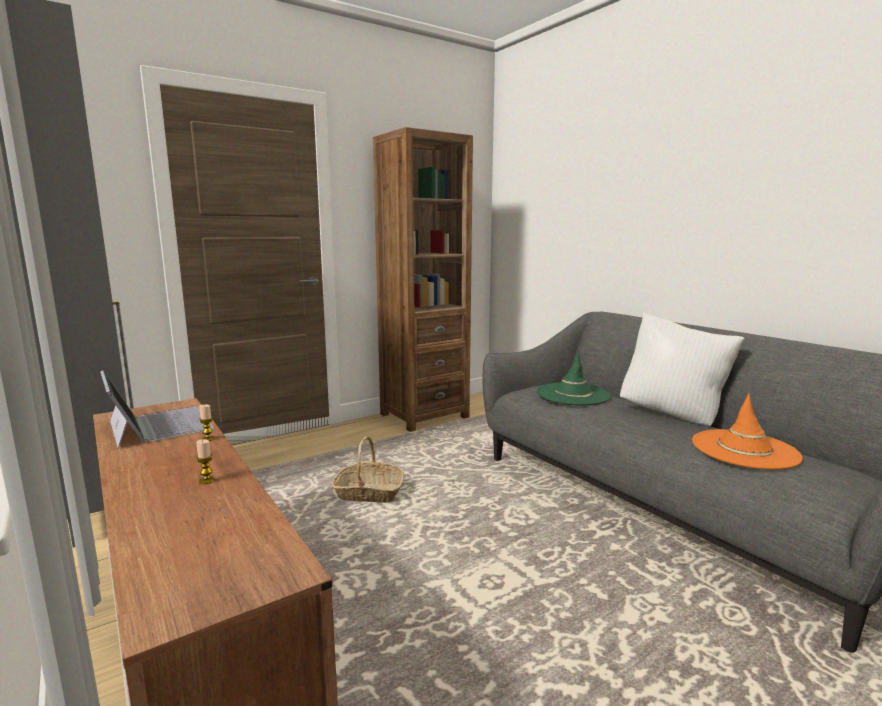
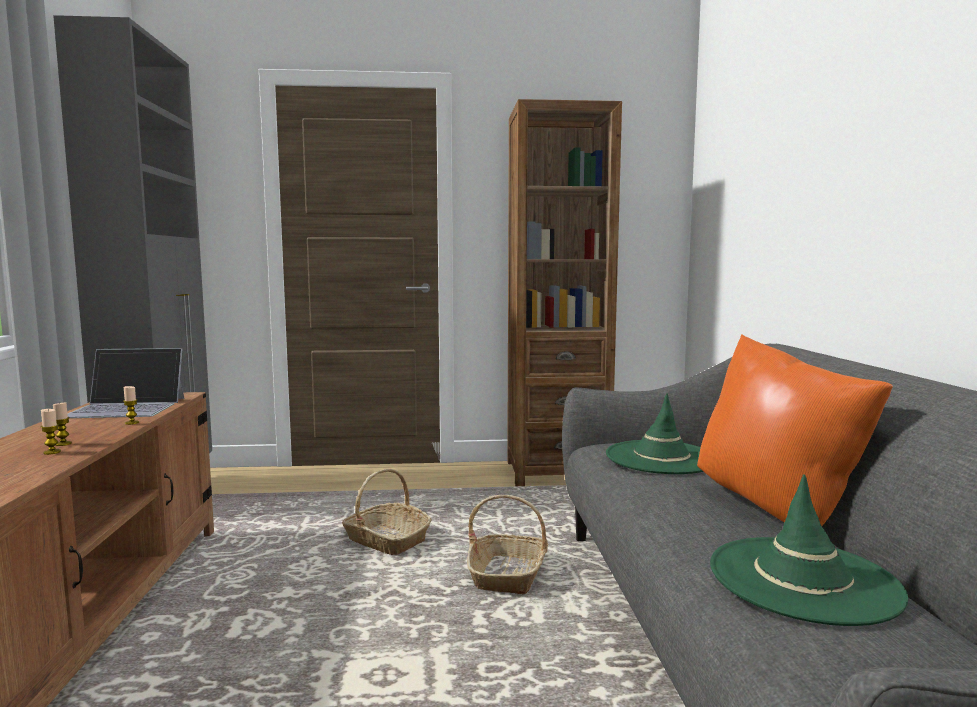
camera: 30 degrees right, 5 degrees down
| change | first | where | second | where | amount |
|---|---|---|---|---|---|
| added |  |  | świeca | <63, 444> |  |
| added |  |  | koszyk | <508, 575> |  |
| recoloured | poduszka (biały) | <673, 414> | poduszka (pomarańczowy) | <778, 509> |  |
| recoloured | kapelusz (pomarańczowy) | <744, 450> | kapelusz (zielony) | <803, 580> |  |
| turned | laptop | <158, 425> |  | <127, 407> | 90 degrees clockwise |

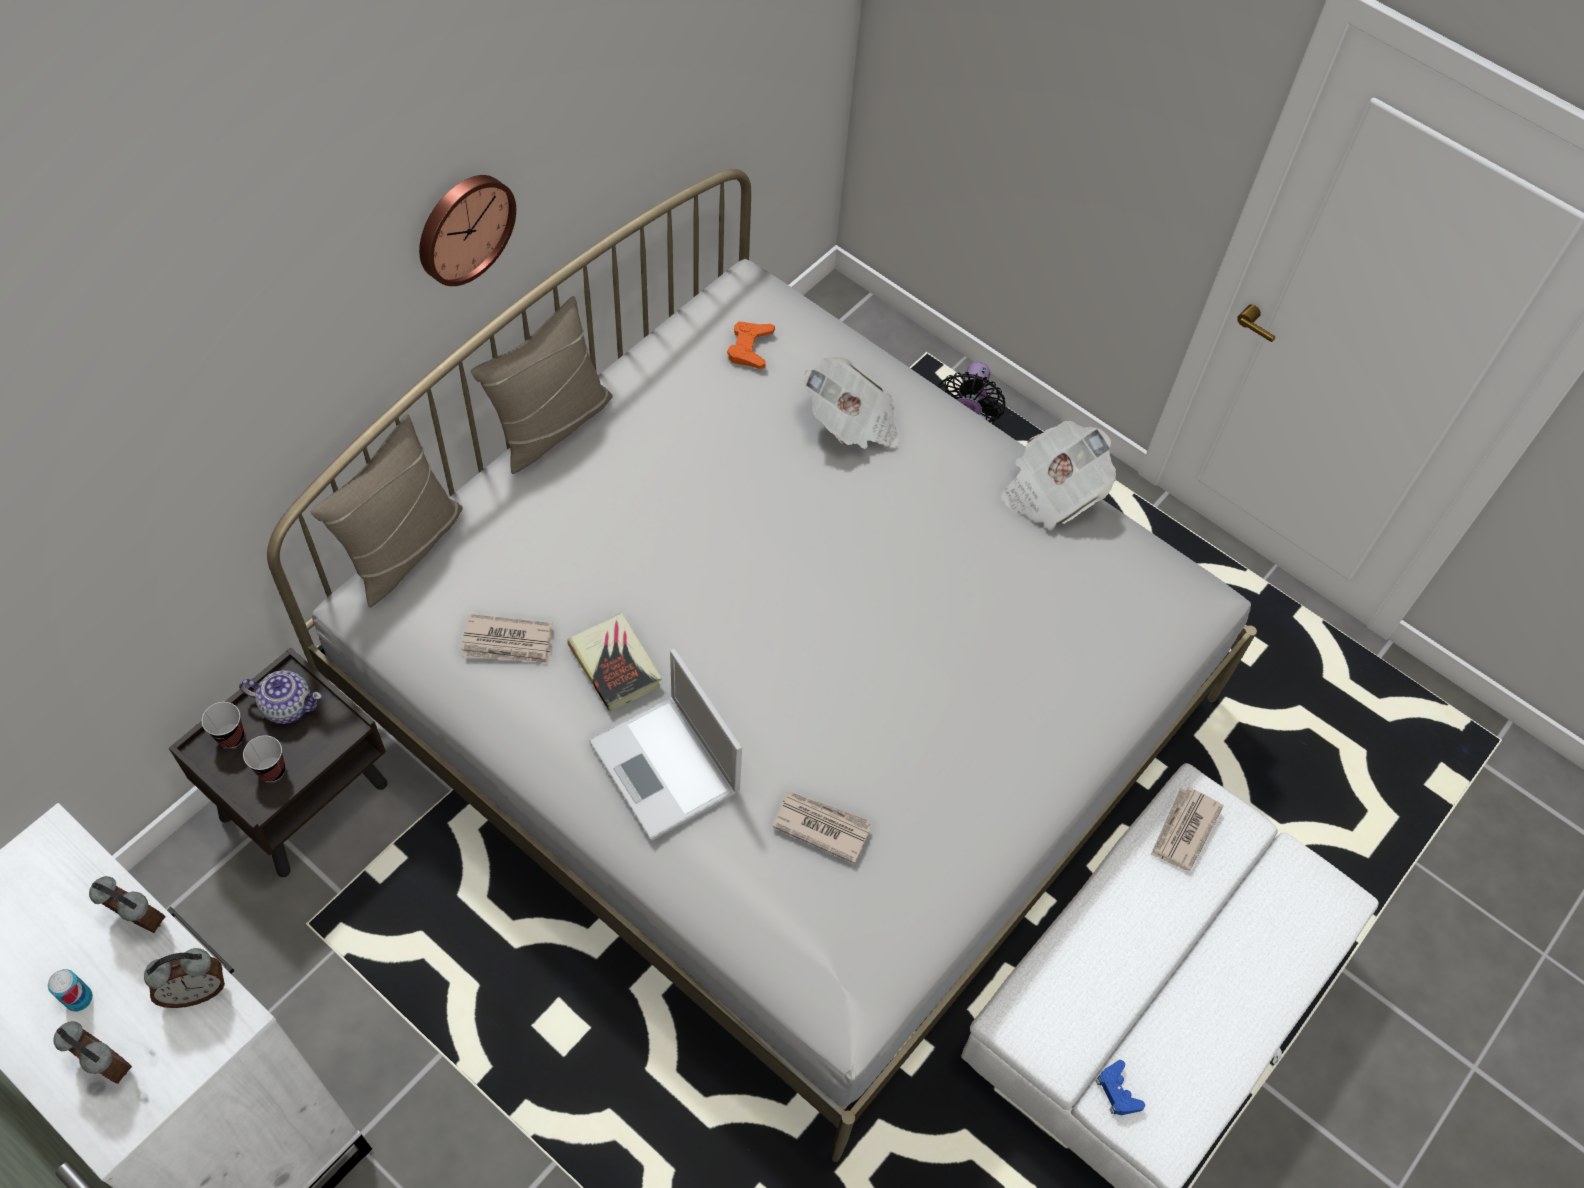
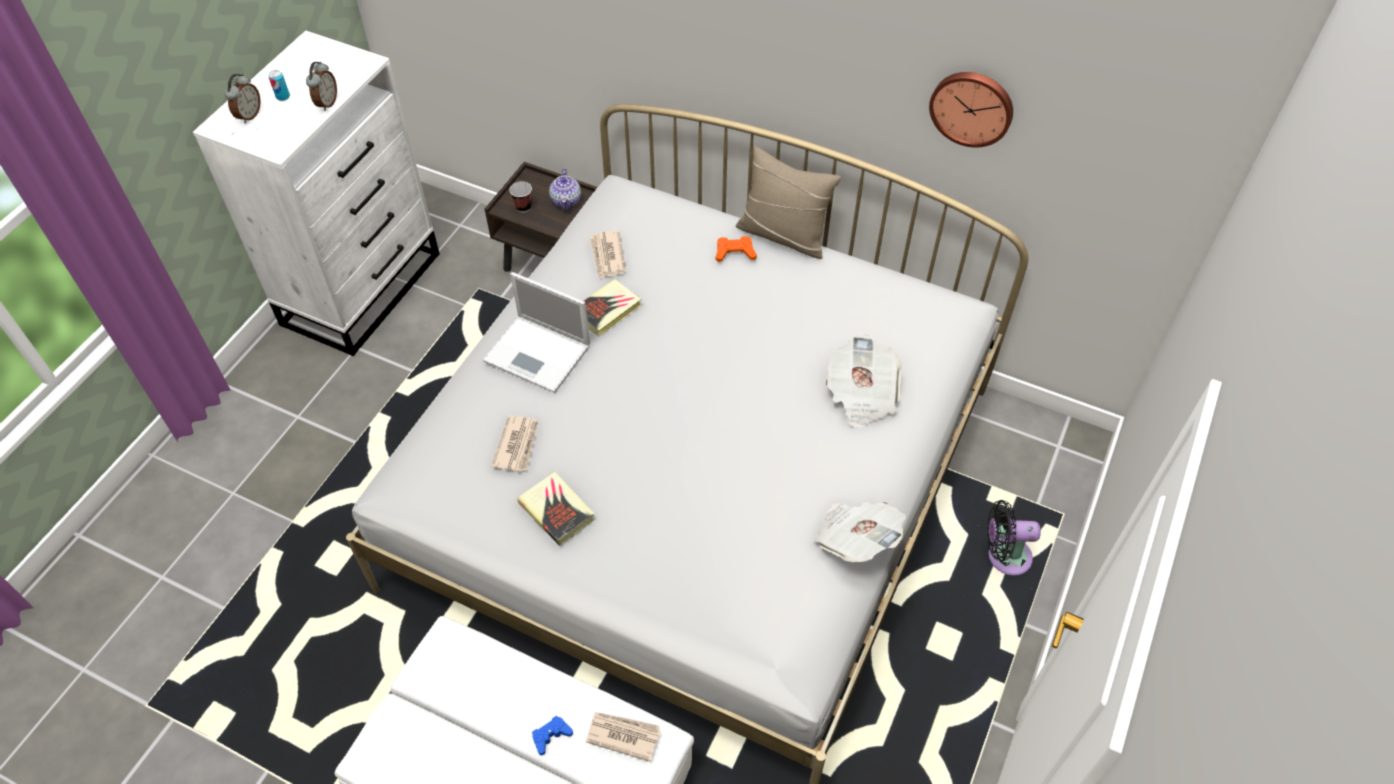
camera: 80 degrees right, 5 degrees down
| change | first | where | second | where | amount |
|---|---|---|---|---|---|
| removed | budzik | <195, 990> |  |  |  |
| removed | filiżanka | <231, 737> |  |  |  |
| removed | poduszka (beżowy) | <402, 548> |  |  |  |
| added |  |  | książka | <556, 511> |  |
| moved | zegar ścienny | <463, 227> |  | <972, 107> |  |
| moved | pad do gier (pomarańczowy) | <750, 348> |  | <734, 252> |  |
| moved | pad do gier (niebieski) | <1117, 1091> |  | <551, 736> |  |
| turned | laptop | <666, 769> |  | <539, 354> | 105 degrees counterclockwise |

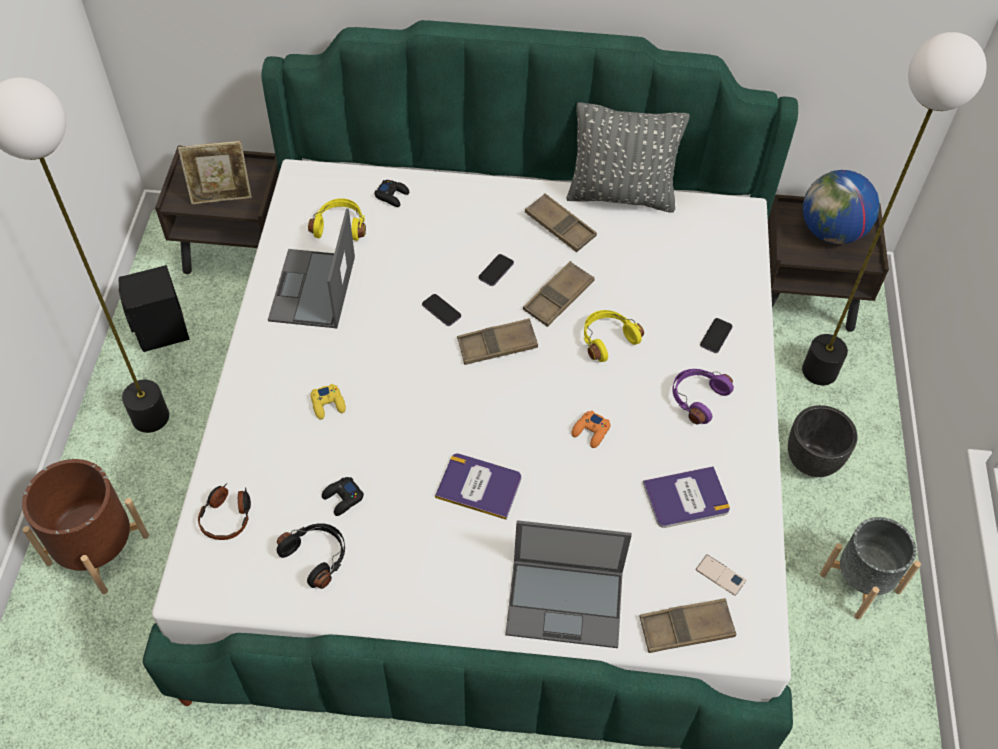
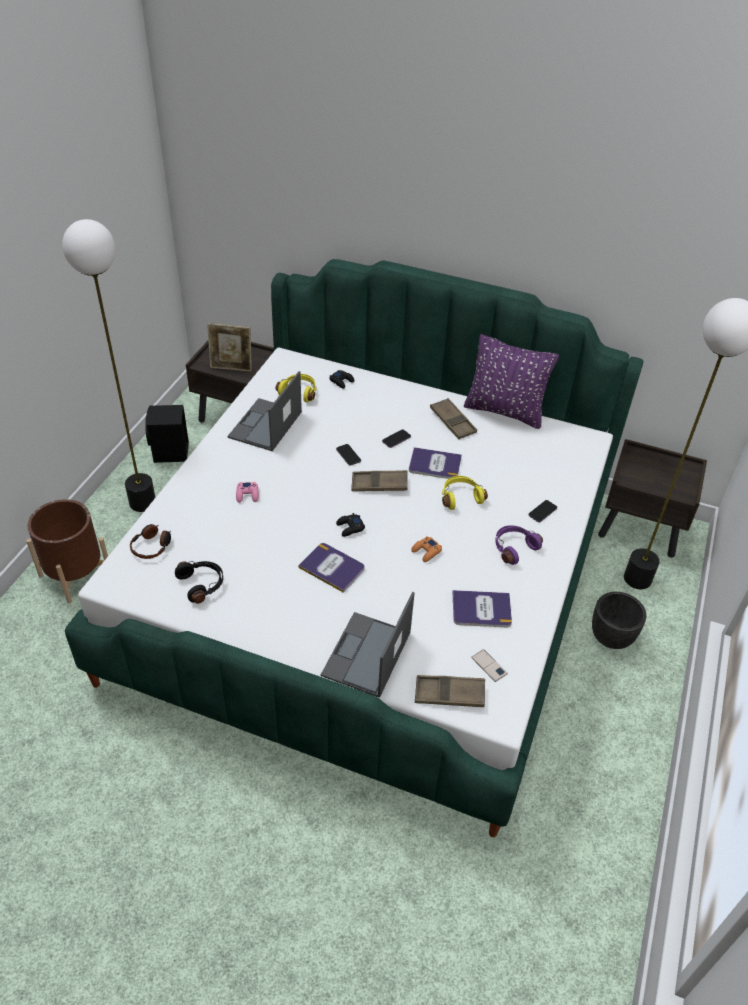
camera: 15 degrees right, 10 degrees down
| change | first | where | second | where | amount |
|---|---|---|---|---|---|
| removed | globus | <831, 232> |  |  |  |
| removed | donica (szary) | <859, 582> |  |  |  |
| moved | pad do gier (czarny) | <343, 498> |  | <350, 528> |  |
| replaced | taca (brązowy) | <558, 298> | książka | <435, 464> |  |
| recoloured | pad do gier (żółty) | <328, 404> | pad do gier (różowy) | <247, 495> |  |
| recoloured | poduszka (szary) | <621, 195> | poduszka (fioletowy) | <504, 411> |  |
| turned | laptop | <566, 602> |  | <366, 655> | 90 degrees clockwise |

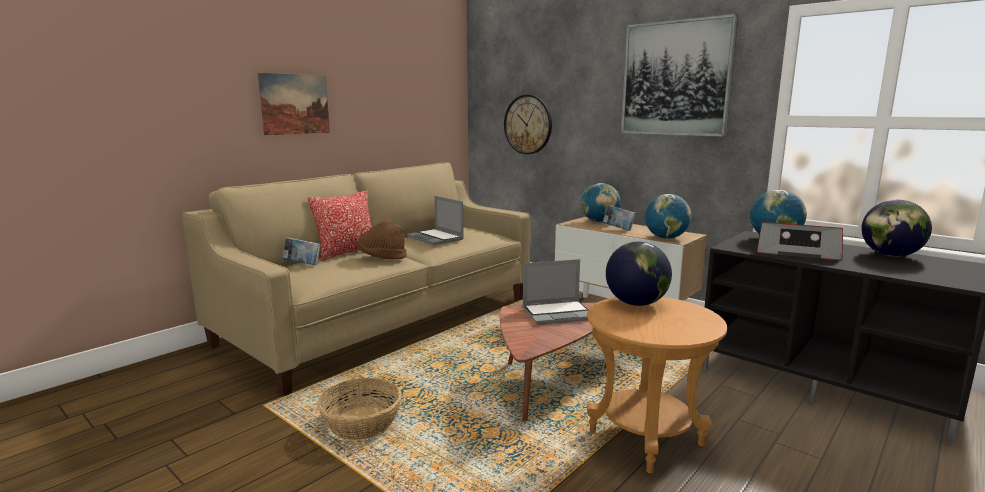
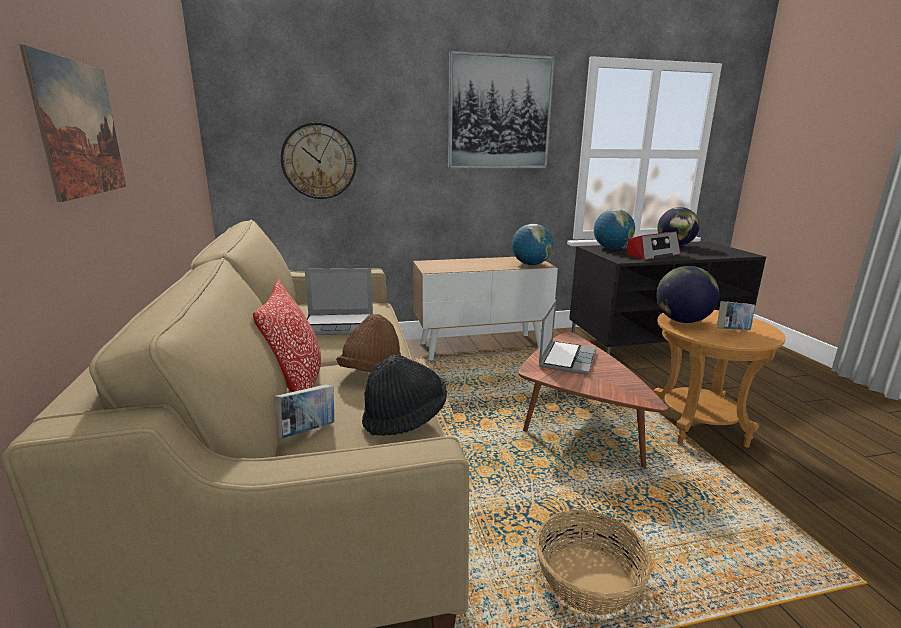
camera: 55 degrees left, 5 degrees up
| change | first | where | second | where | amount |
|---|---|---|---|---|---|
| removed | globus | <599, 222> |  |  |  |
| added |  |  | kapelusz (czarny) | <405, 418> |  |
| moved | książka | <618, 229> |  | <732, 331> |  |

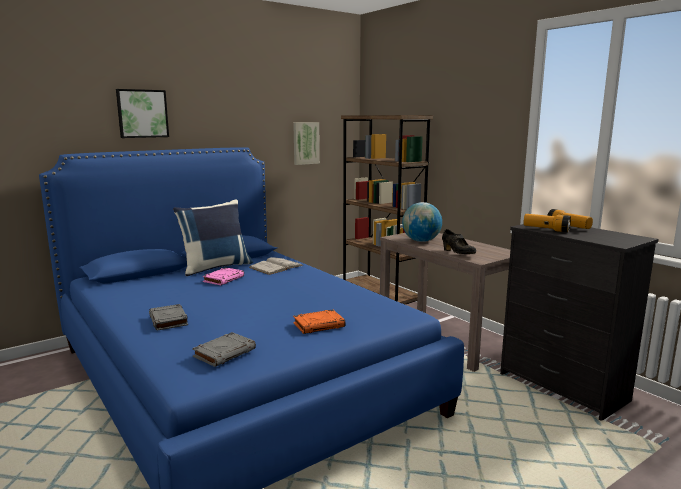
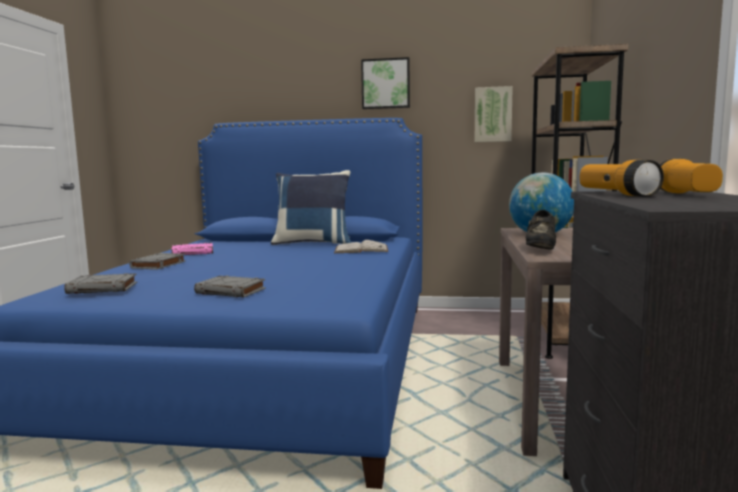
camera: 45 degrees right, 5 degrees down
| change | first | where | second | where | amount |
|---|---|---|---|---|---|
| moved | obraz | <142, 113> |  | <385, 84> |  |
| moved | książka (różowy) | <223, 279> |  | <193, 253> |  |
| recoloured | książka (pomarańczowy) | <319, 325> | książka (szary) | <231, 291> |  |

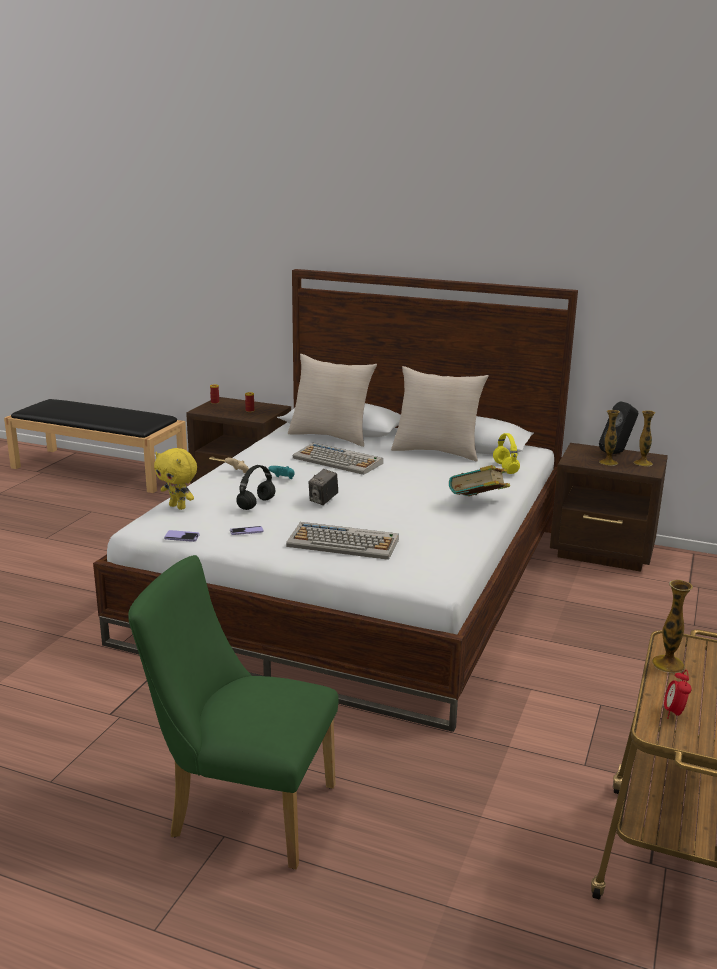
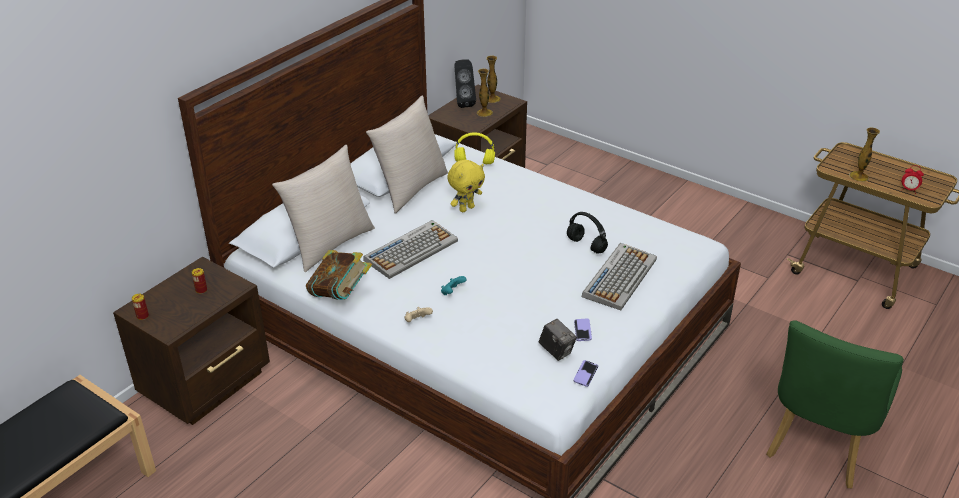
camera: 75 degrees left, 15 degrees up
| change | first | where | second | where | amount |
|---|---|---|---|---|---|
| moved | pluszak (żółty) | <178, 507> |  | <466, 208> |  |
| moved | słuchawki (czarny) | <256, 504> |  | <587, 245> |  |
| moved | aparat fotograficzny | <323, 500> |  | <556, 351> |  |
| moved | książka | <478, 504> |  | <340, 294> |  |

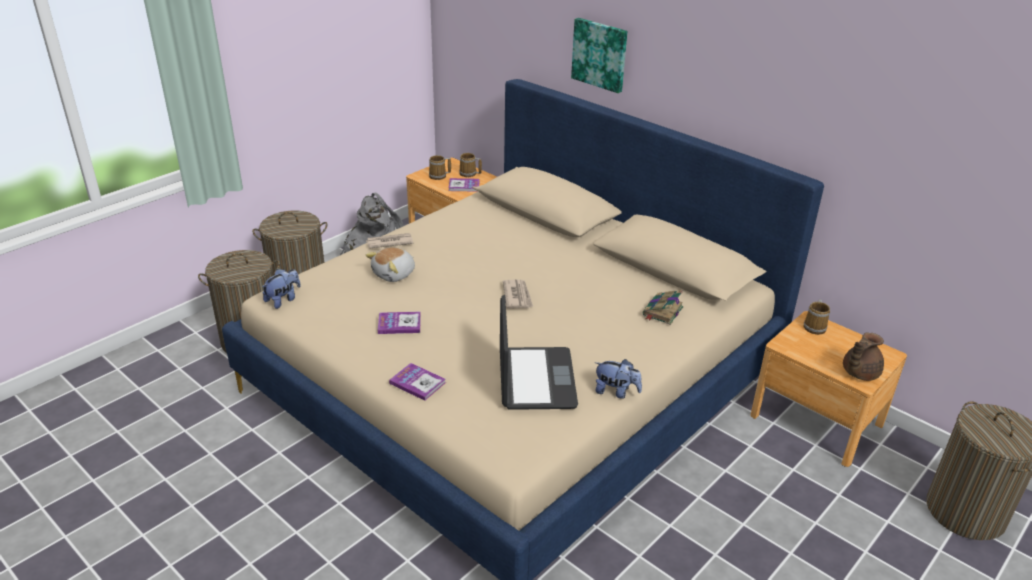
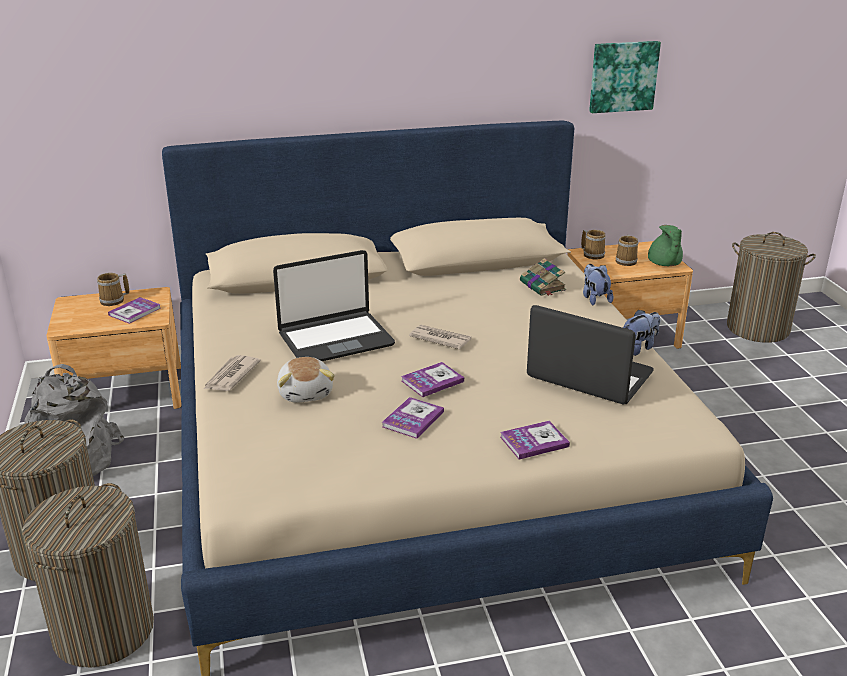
camera: 55 degrees left, 5 degrees down
| change | first | where | second | where | amount |
|---|---|---|---|---|---|
| added |  |  | laptop | <335, 339> |  |
| added |  |  | książka | <432, 381> |  |
| moved | pluszak | <283, 300> |  | <594, 298> |  |
| moved | kubek | <439, 176> |  | <626, 261> |  |
| moved | obraz | <600, 54> |  | <623, 76> |  |
| recoloured | imbryk (brązowy) | <858, 373> | imbryk (zielony) | <664, 264> |  |

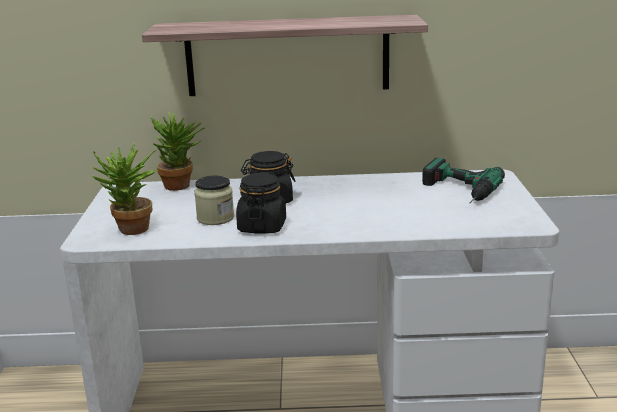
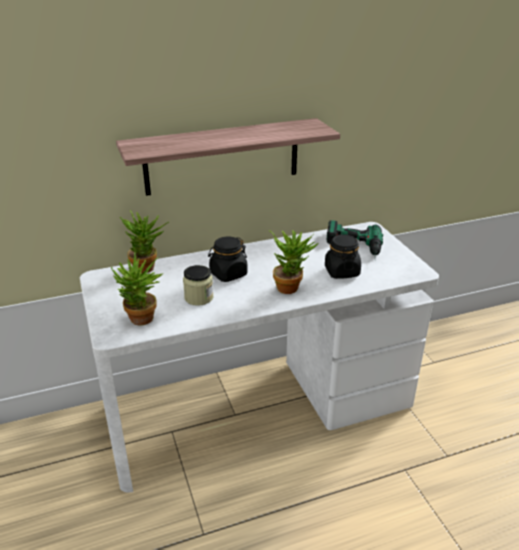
camera: 20 degrees left, 10 degrees up
| change | first | where | second | where | amount |
|---|---|---|---|---|---|
| added |  |  | roślina doniczkowa | <291, 287> |  |
| moved | słoik (czarny) | <262, 227> |  | <341, 271> |  |

